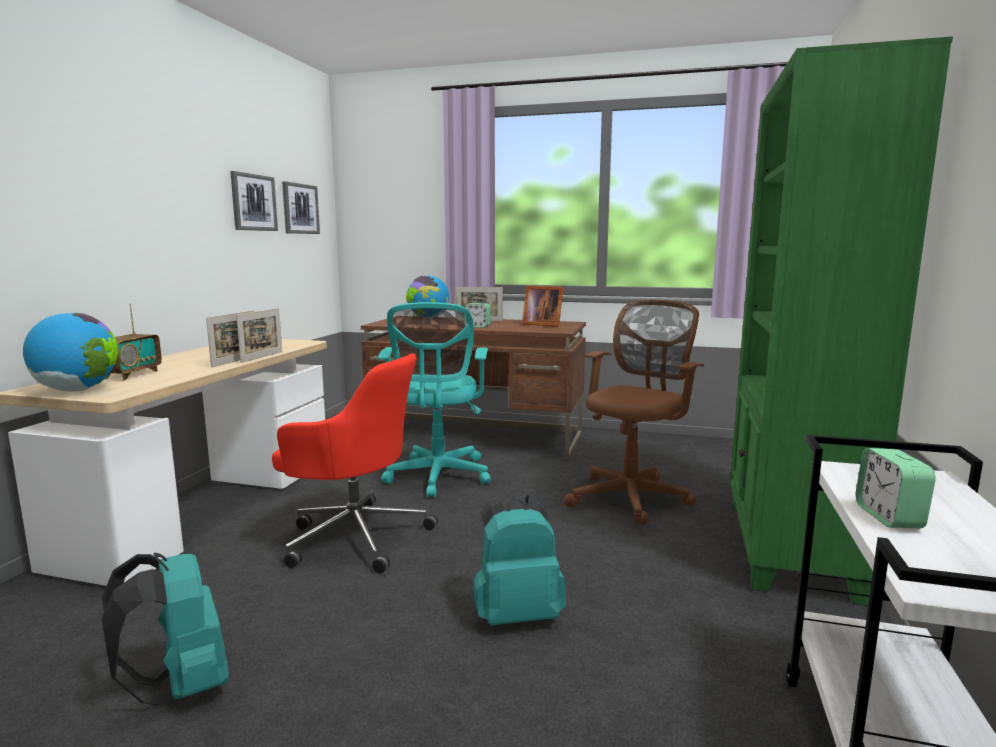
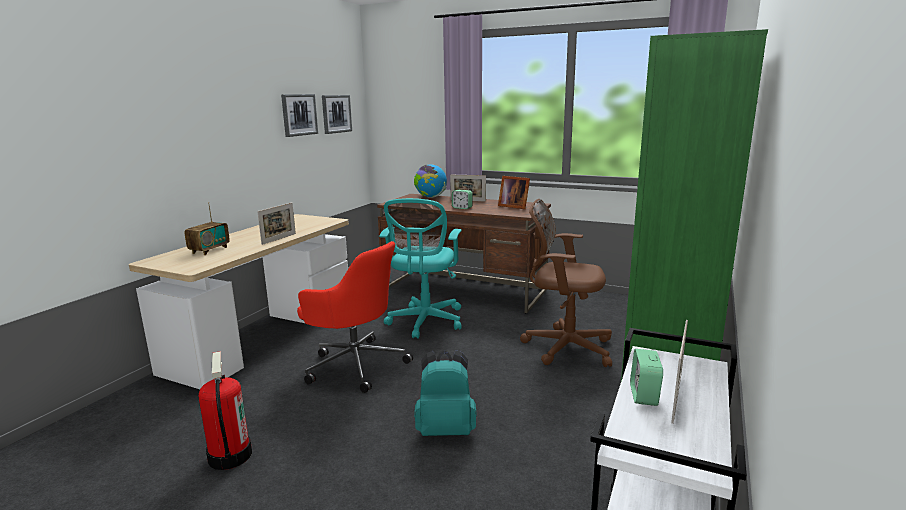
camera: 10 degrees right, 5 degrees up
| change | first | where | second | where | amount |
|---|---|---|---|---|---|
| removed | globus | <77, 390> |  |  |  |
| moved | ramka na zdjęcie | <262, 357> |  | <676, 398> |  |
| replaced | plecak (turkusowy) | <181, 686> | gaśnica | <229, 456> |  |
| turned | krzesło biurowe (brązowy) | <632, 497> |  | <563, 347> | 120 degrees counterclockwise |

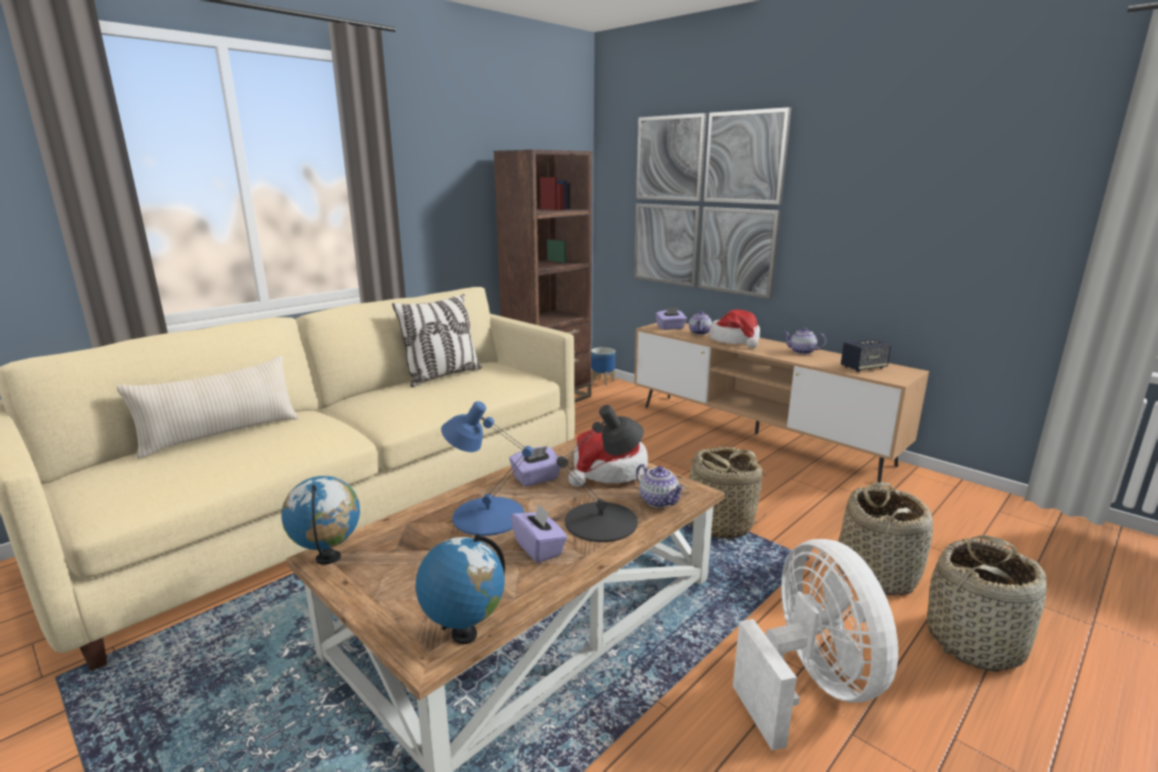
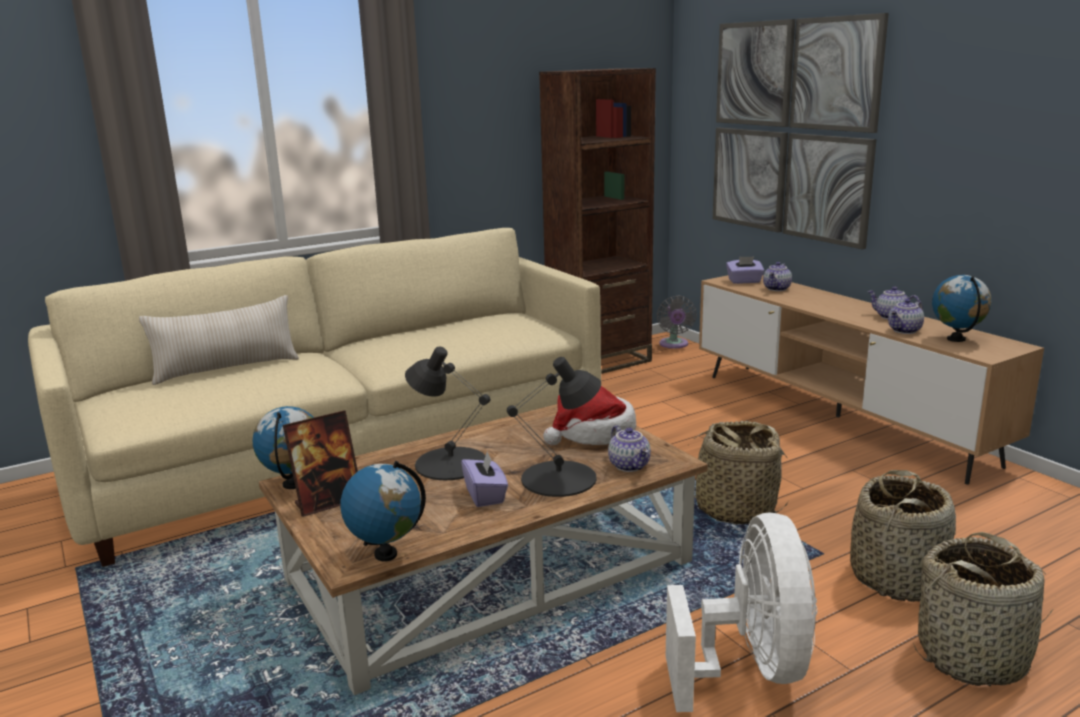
camera: 15 degrees right, 0 degrees up
| change | first | where | second | where | amount |
|---|---|---|---|---|---|
| removed | poduszka | <442, 376> |  |  |  |
| removed | pudełko chusteczek (fioletowy) | <536, 479> |  |  |  |
| removed | kapelusz | <735, 340> |  |  |  |
| added |  |  | ramka na zdjęcie | <328, 502> |  |
| added |  |  | imbryk | <905, 331> |  |
| replaced | donica | <602, 381> | wentylator (szary) | <674, 345> |  |
| replaced | głośnik | <863, 367> | globus | <956, 339> |  |
| recoloured | lampa stołowa (niebieski) | <487, 515> | lampa stołowa (czarny) | <450, 463> |  |

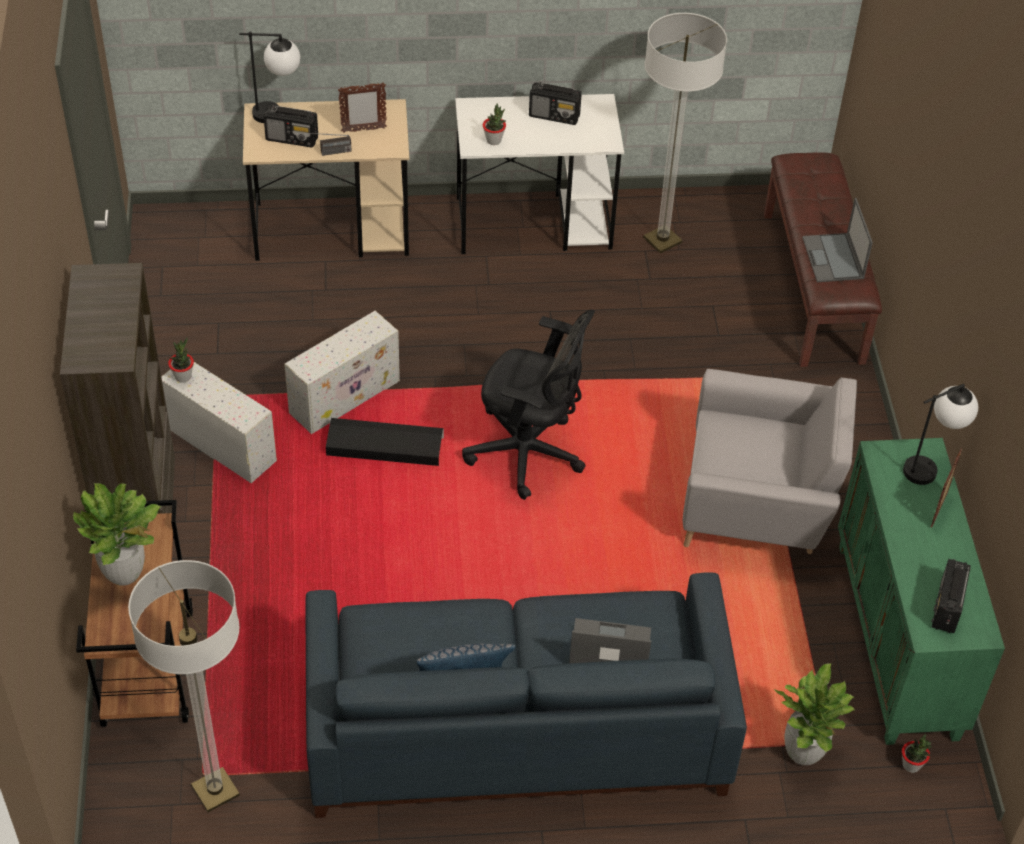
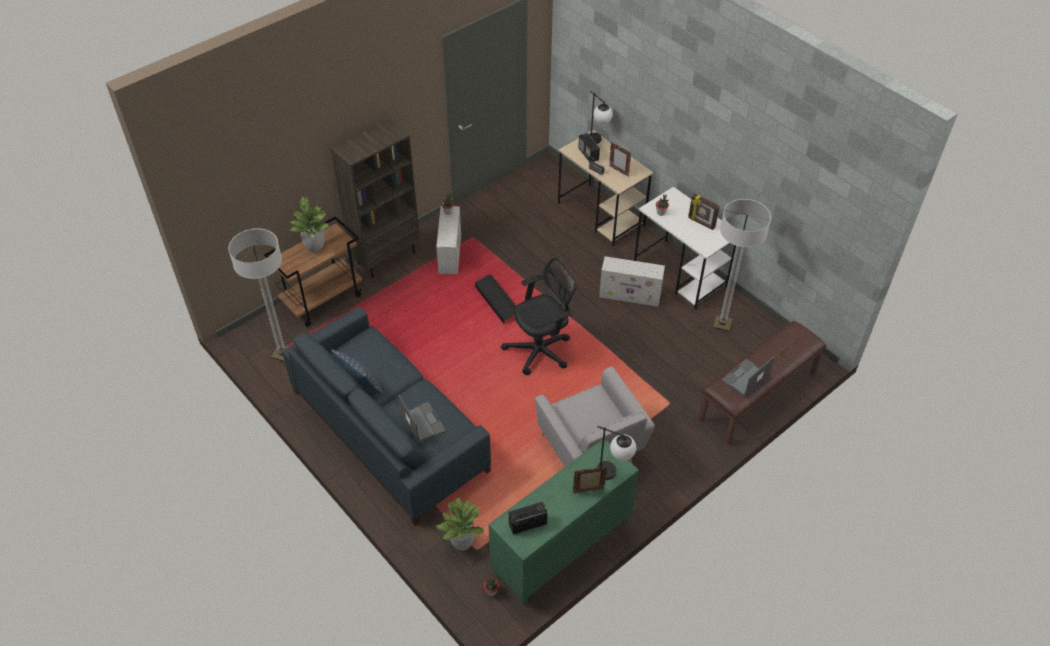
camera: 55 degrees right, 0 degrees up
| change | first | where | second | where | amount |
|---|---|---|---|---|---|
| moved | pojemnik do przechowywania (biały) | <346, 396> |  | <631, 295> |  |
| replaced | radio | <554, 116> | ramka na zdjęcie | <701, 223> |  |
| turned | krzesło biurowe (czarny) | <529, 454> |  | <541, 350> | 105 degrees counterclockwise |

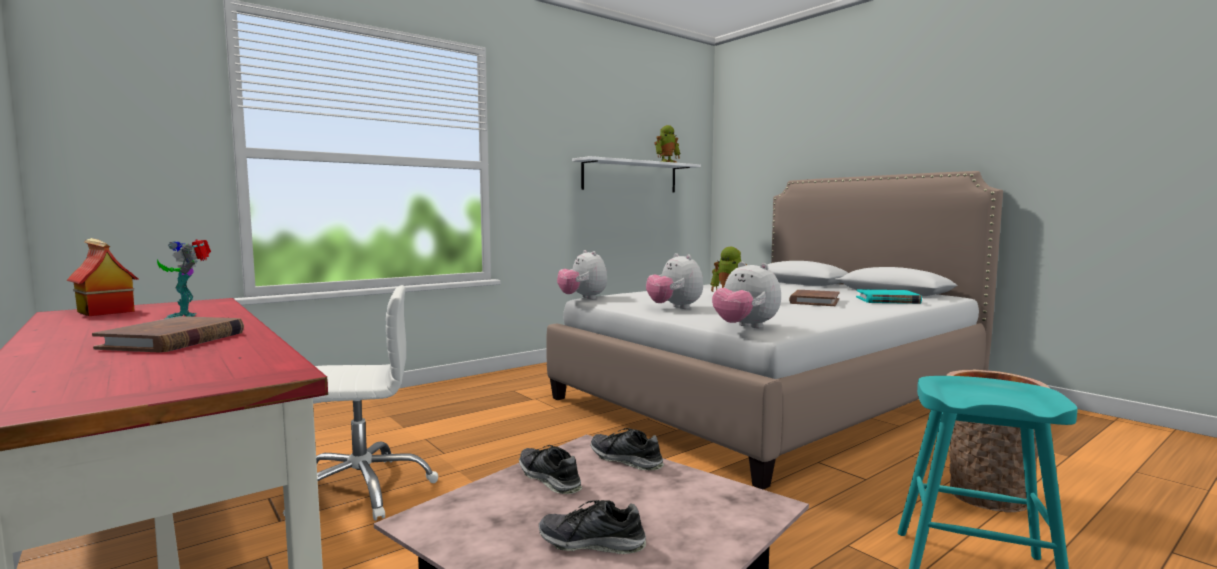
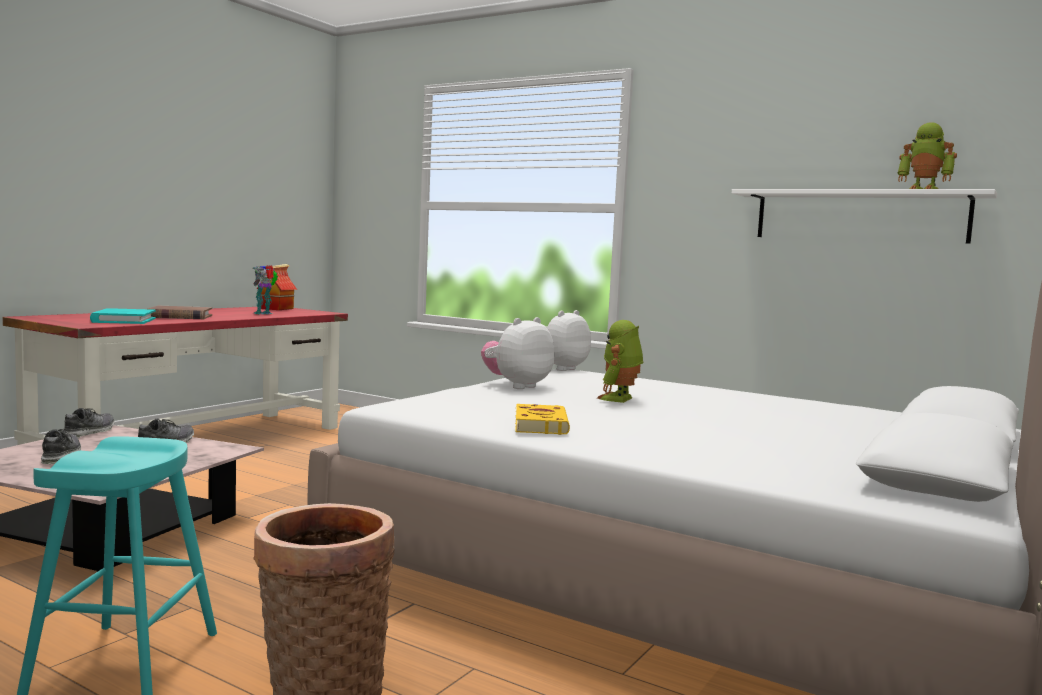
camera: 70 degrees right, 0 degrees up
| change | first | where | second | where | amount |
|---|---|---|---|---|---|
| removed | krzesło biurowe (biały) | <362, 489> |  |  |  |
| removed | pluszak | <745, 327> |  |  |  |
| removed | książka (brązowy) | <814, 301> |  |  |  |
| added |  |  | książka (żółty) | <540, 425> |  |
| moved | but | <626, 460> |  | <89, 432> |  |
| moved | książka (turkusowy) | <887, 300> |  | <124, 320> |  |

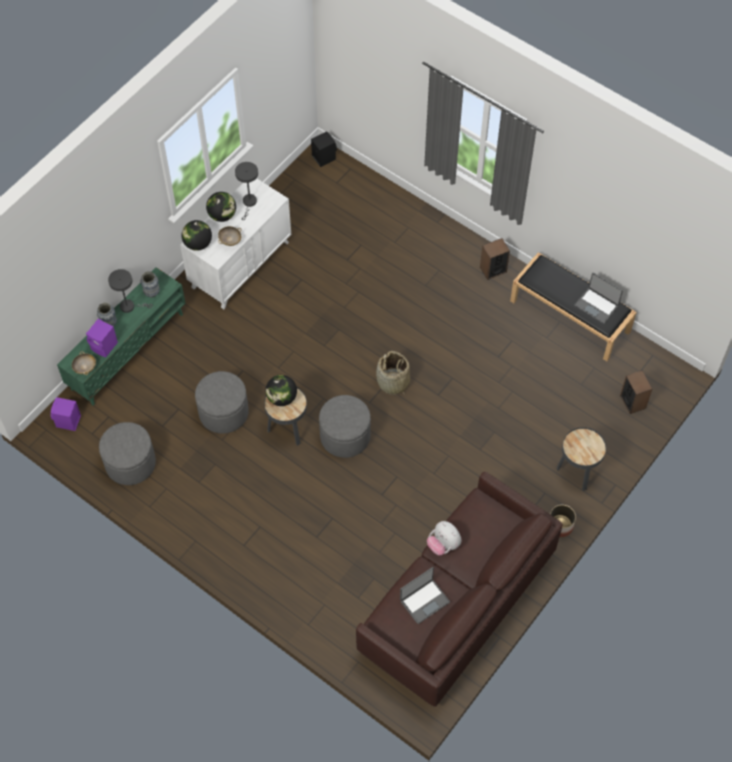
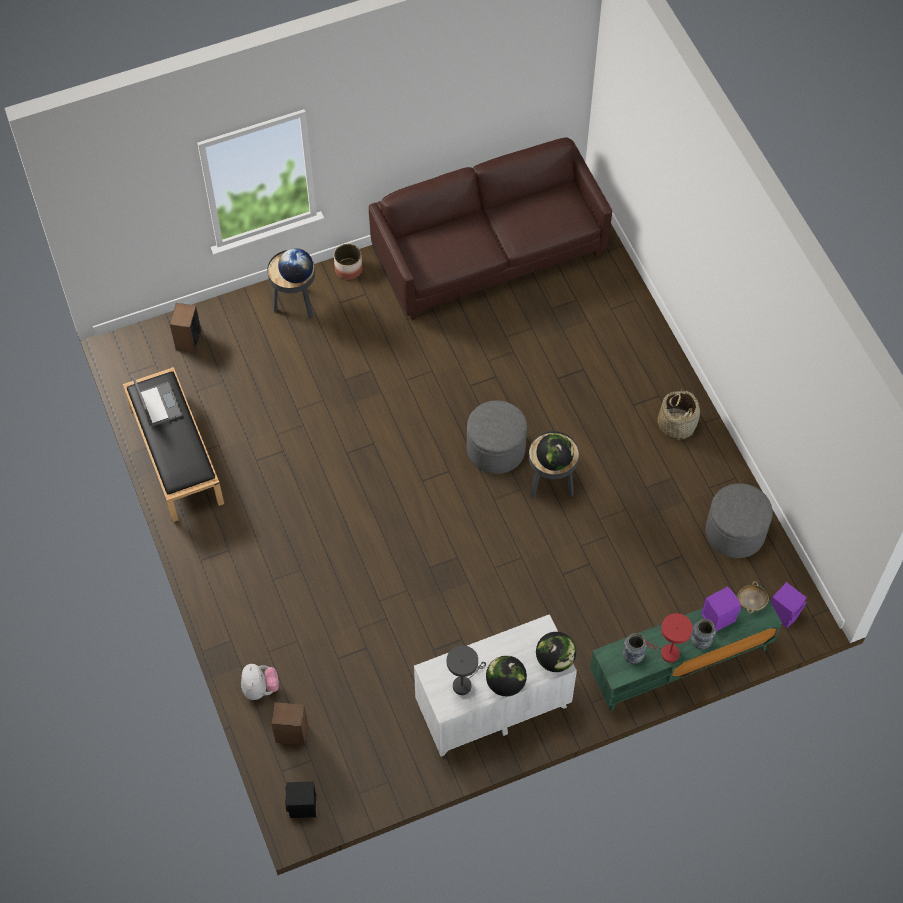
camera: 150 degrees left, 0 degrees up
| change | first | where | second | where | amount |
|---|---|---|---|---|---|
| removed | pufa (szary) | <223, 412> |  |  |  |
| removed | miska (beżowy) | <230, 240> |  |  |  |
| removed | laptop | <424, 600> |  |  |  |
| added |  |  | globus | <297, 275> |  |
| moved | koszyk | <393, 382> |  | <676, 424> |  |
| moved | pluszak | <443, 544> |  | <260, 688> |  |
| moved | głośnik | <493, 269> |  | <292, 733> |  |
| recoloured | lampa stołowa (szary) | <130, 306> | lampa stołowa (czerwony) | <666, 652> |  |

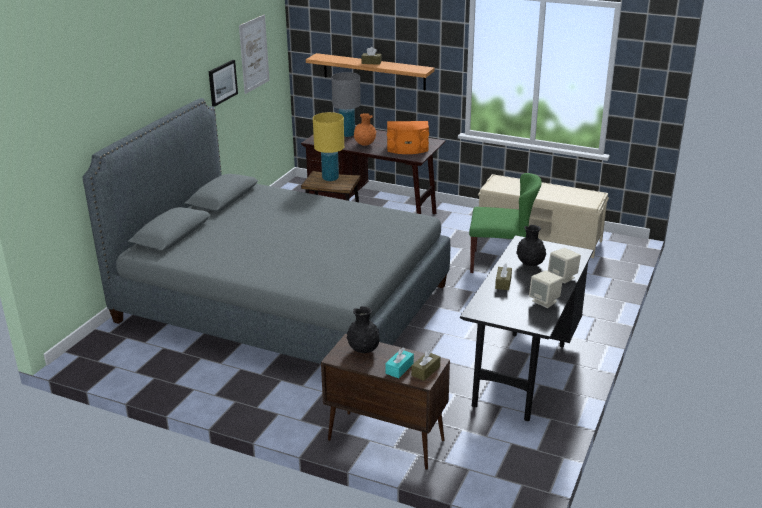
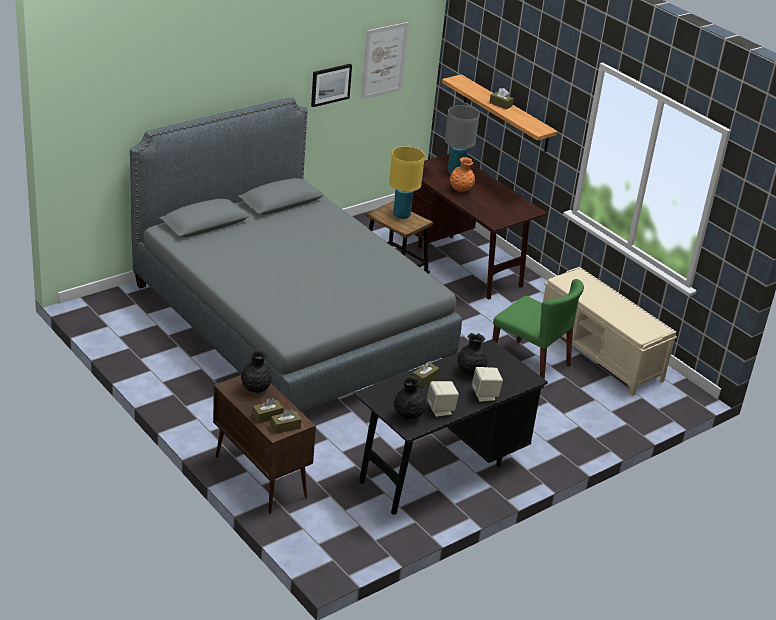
camera: 25 degrees right, 5 degrees up
| change | first | where | second | where | amount |
|---|---|---|---|---|---|
| removed | głośnik (pomarańczowy) | <407, 149> |  |  |  |
| added |  |  | wazon (czarny) | <408, 416> |  |
| recoloured | pudełko chusteczek (turkusowy) | <399, 368> | pudełko chusteczek (brązowy) | <267, 416> |  |

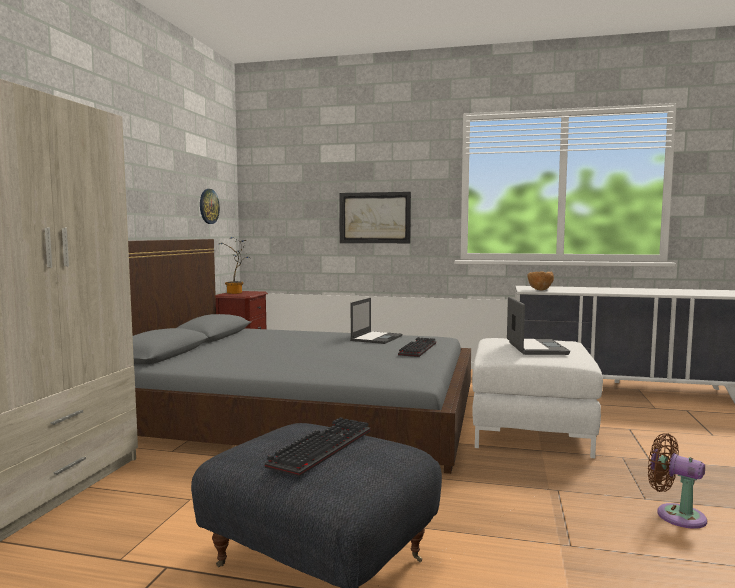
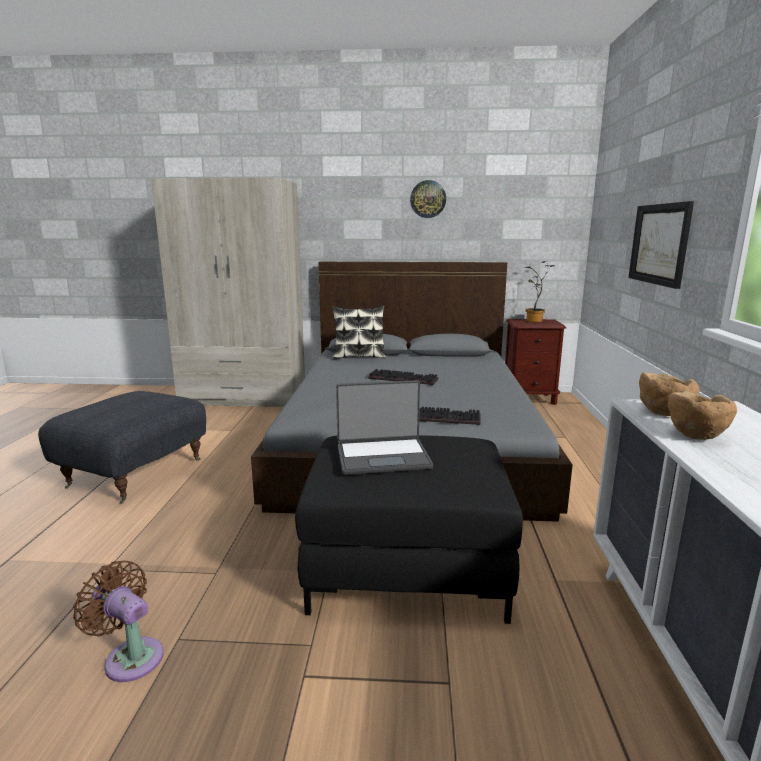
camera: 80 degrees right, 10 degrees up
| change | first | where | second | where | amount |
|---|---|---|---|---|---|
| removed | laptop | <376, 338> |  |  |  |
| added |  |  | poduszka | <359, 356> |  |
| added |  |  | miska (brązowy) | <695, 436> |  |
| moved | zegar ścienny | <208, 206> |  | <428, 199> |  |
| moved | klawiatura | <321, 447> |  | <404, 379> |  |
| recoloured | pufa (biały) | <529, 428> | pufa (czarny) | <408, 567> |  |
| turned | wentylator (brązowy) | <675, 515> |  | <130, 656> | 90 degrees counterclockwise |

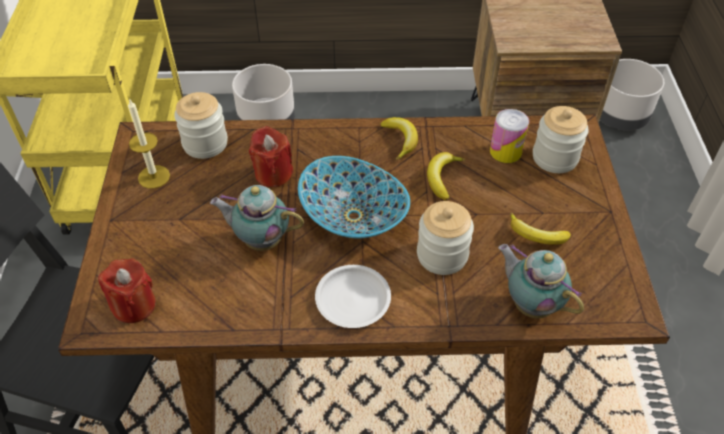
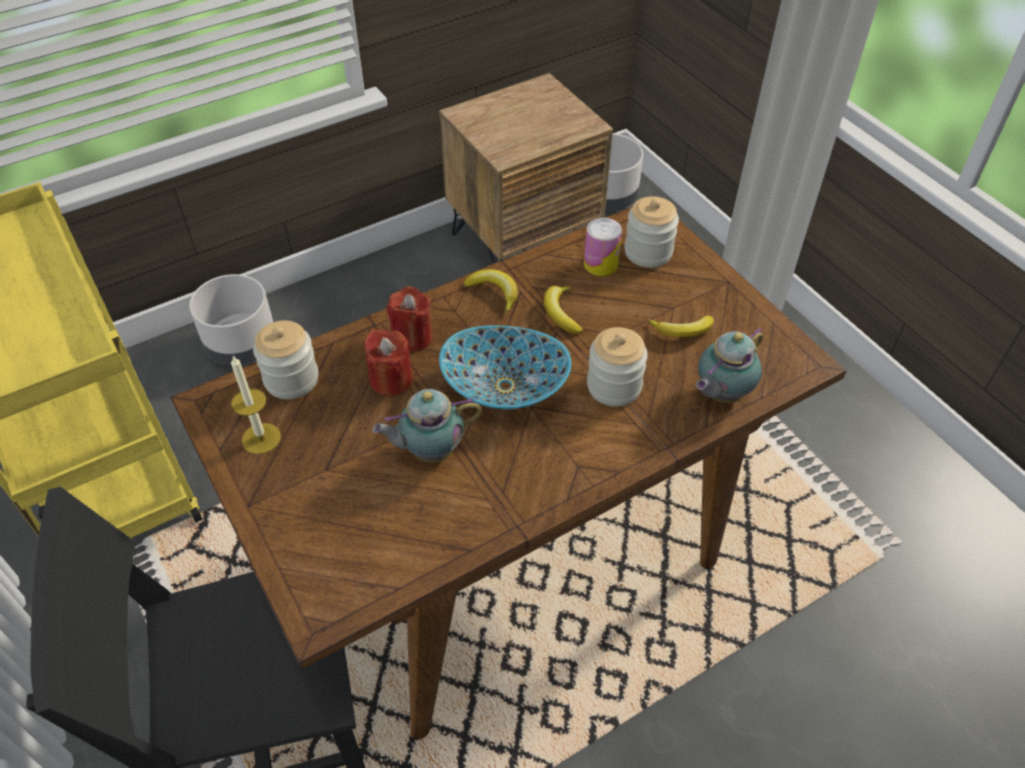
camera: 30 degrees left, 0 degrees up
| change | first | where | second | where | amount |
|---|---|---|---|---|---|
| removed | talerz (biały) | <353, 300> |  |  |  |
| moved | świeca (czerwony) | <134, 305> |  | <412, 337> |  |
| turned | imbryk | <530, 303> |  | <720, 394> | 60 degrees counterclockwise |

